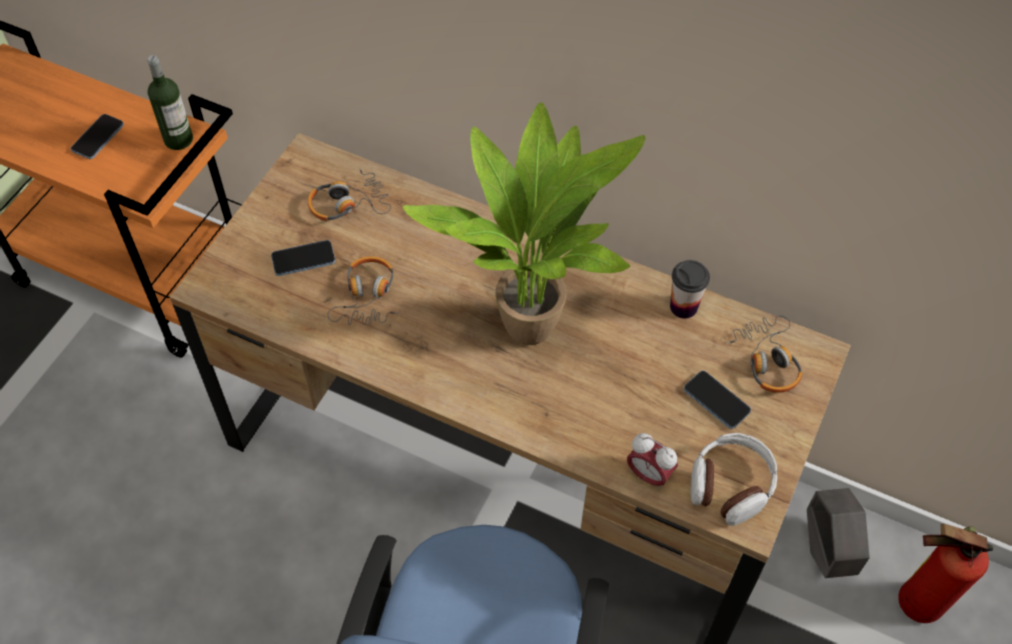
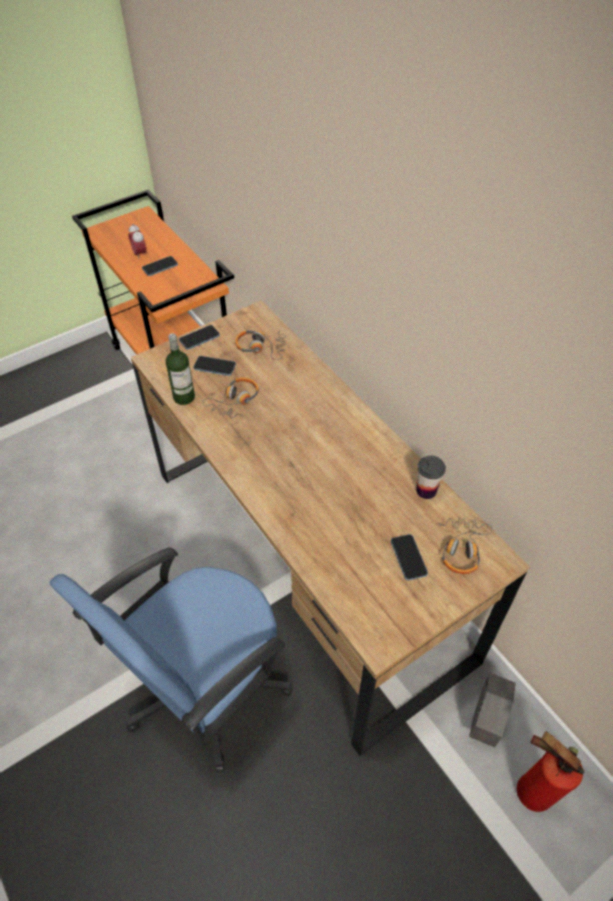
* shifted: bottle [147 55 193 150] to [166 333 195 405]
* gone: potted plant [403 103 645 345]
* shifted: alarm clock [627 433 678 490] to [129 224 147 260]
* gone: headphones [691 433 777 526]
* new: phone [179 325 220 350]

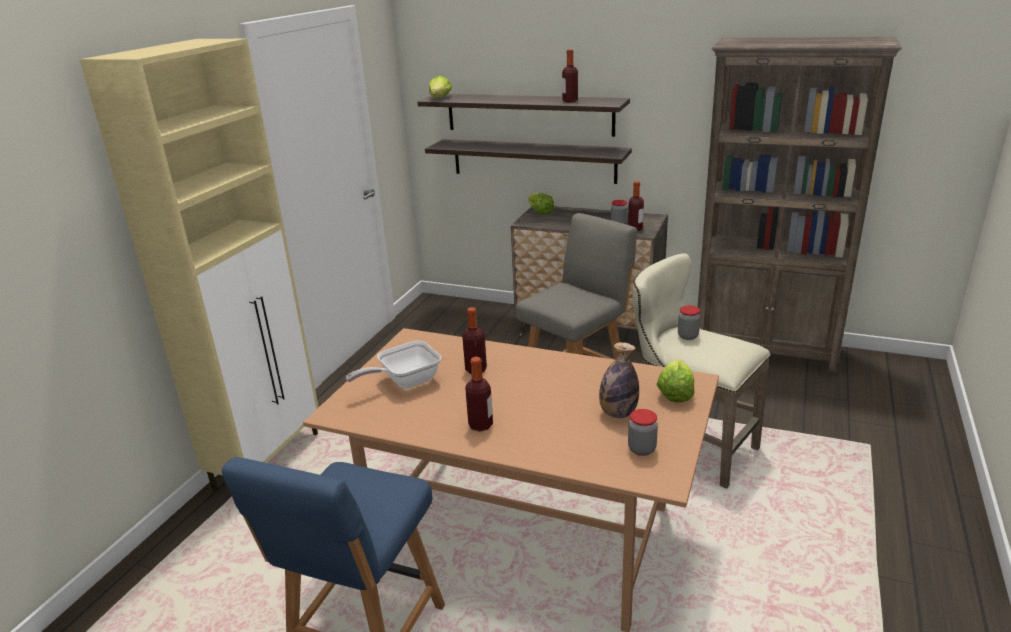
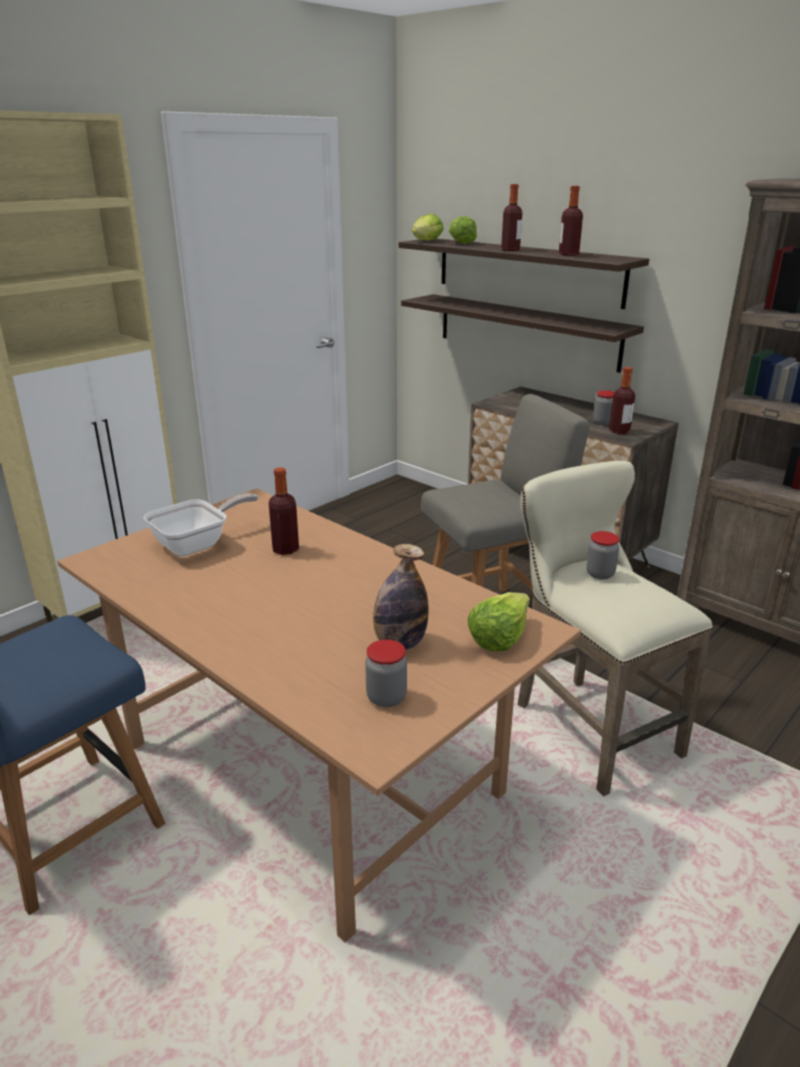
* rotated: frying pan [346 341 441 389] = [144 494 258 556] 150 degrees clockwise
* shifted: bottle [465 357 493 431] to [501 184 522 251]
* shifted: lettuce [528 193 554 214] to [449 216 477 244]

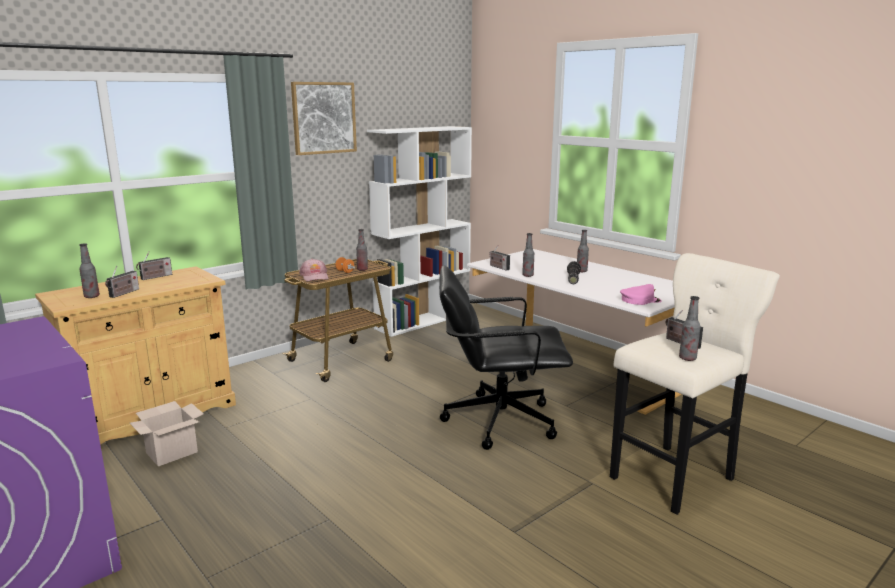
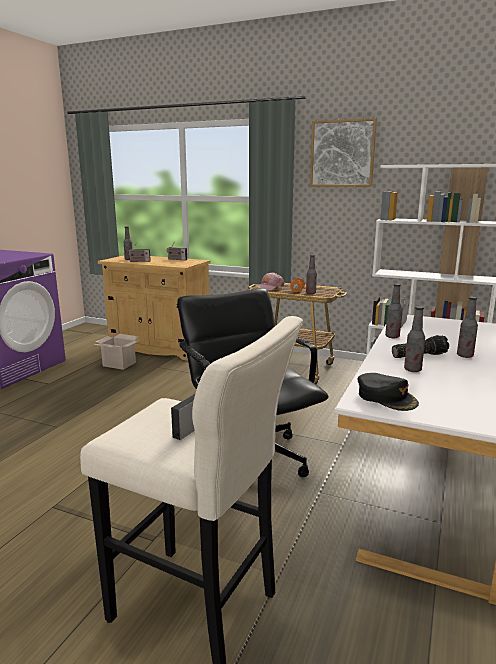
* repainted: pink cap [620 284 662 305] to black cap [358 373 419 411]
* shifted: bottle [679 296 701 361] to [404 306 425 372]

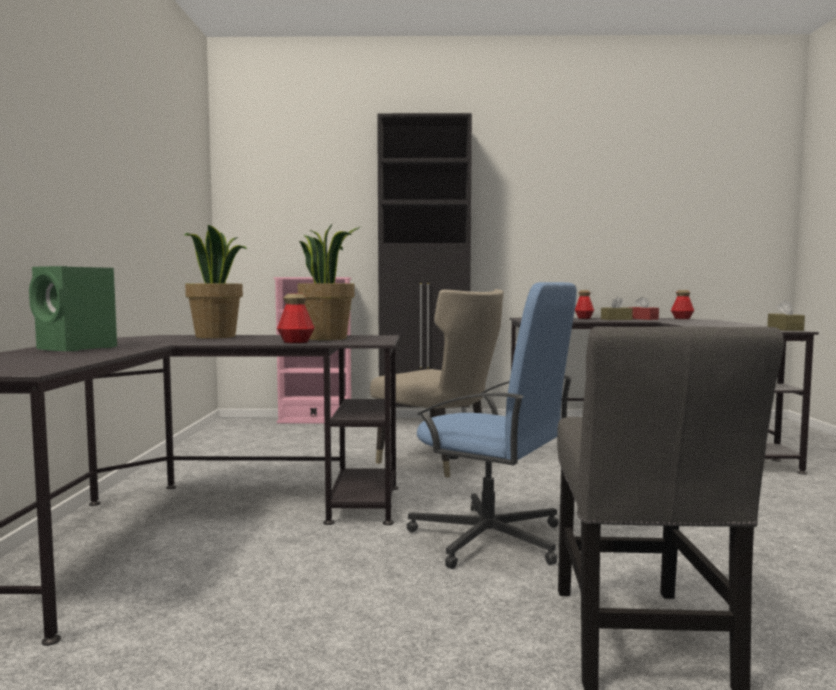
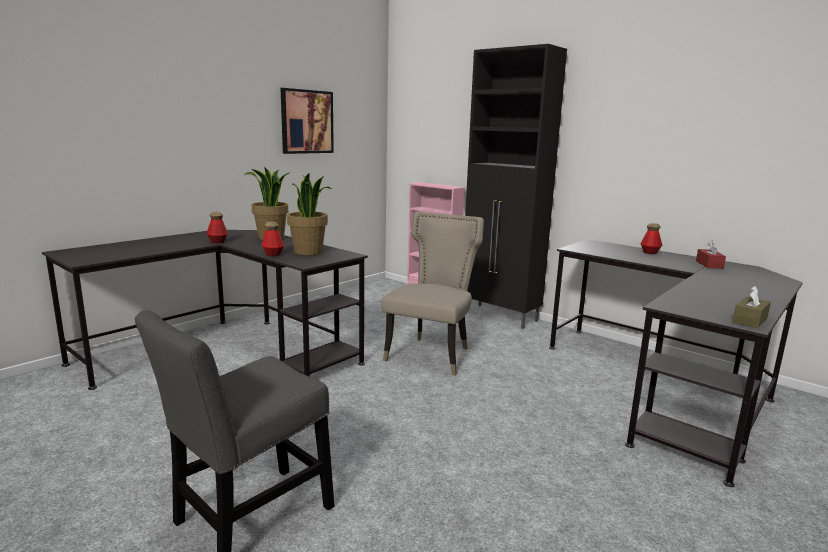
* gone: green speaker [29 266 117 351]
* rotated: beige chair [370 289 504 478] = [381 212 484 376] 150 degrees counterclockwise
* gone: blue office chair [407 282 577 569]
* gone: brown tissue box [601 296 633 320]
* shifted: bottle [671 290 694 319] to [206 212 228 243]
* new: picture [281 88 334 154]

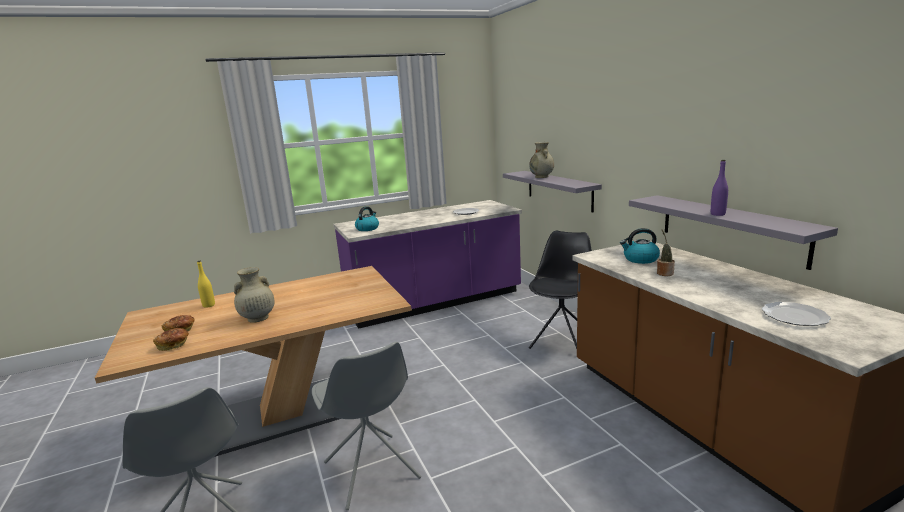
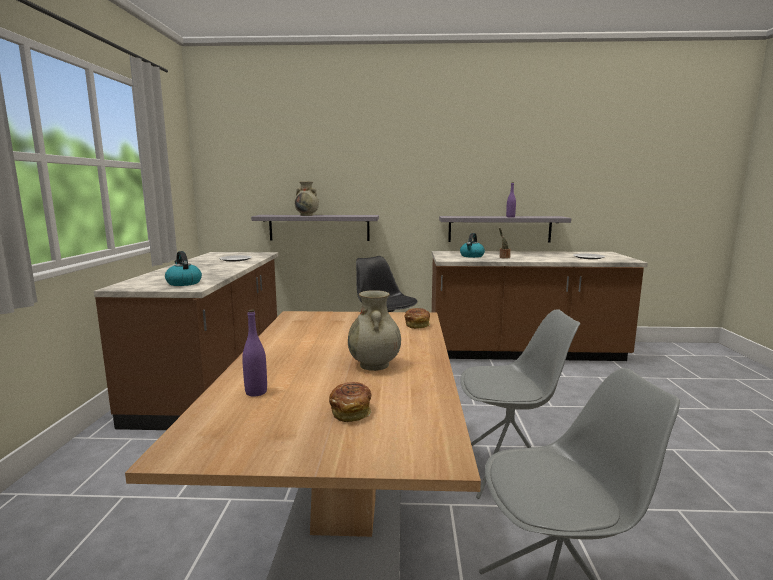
* shifted: bread [153 328 189 351] to [405 308 430 329]
* repainted: yellow bottle [197 261 215 308] to purple bottle [242 310 267 397]
* repainted: purple counter [333 200 522 329] to brown counter [94 252 279 430]

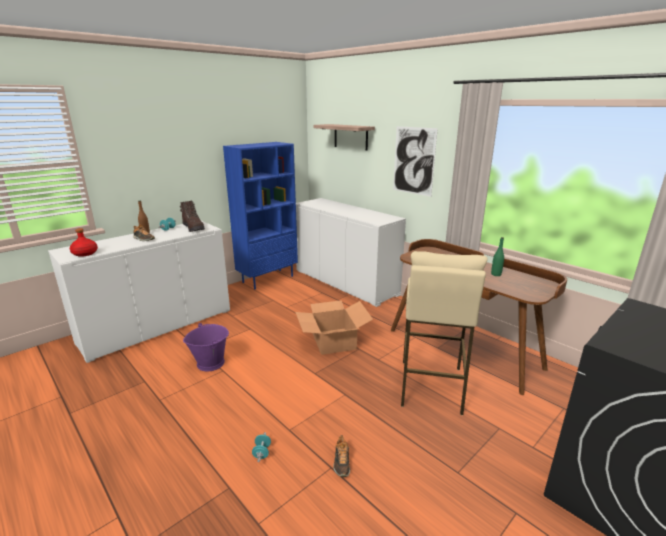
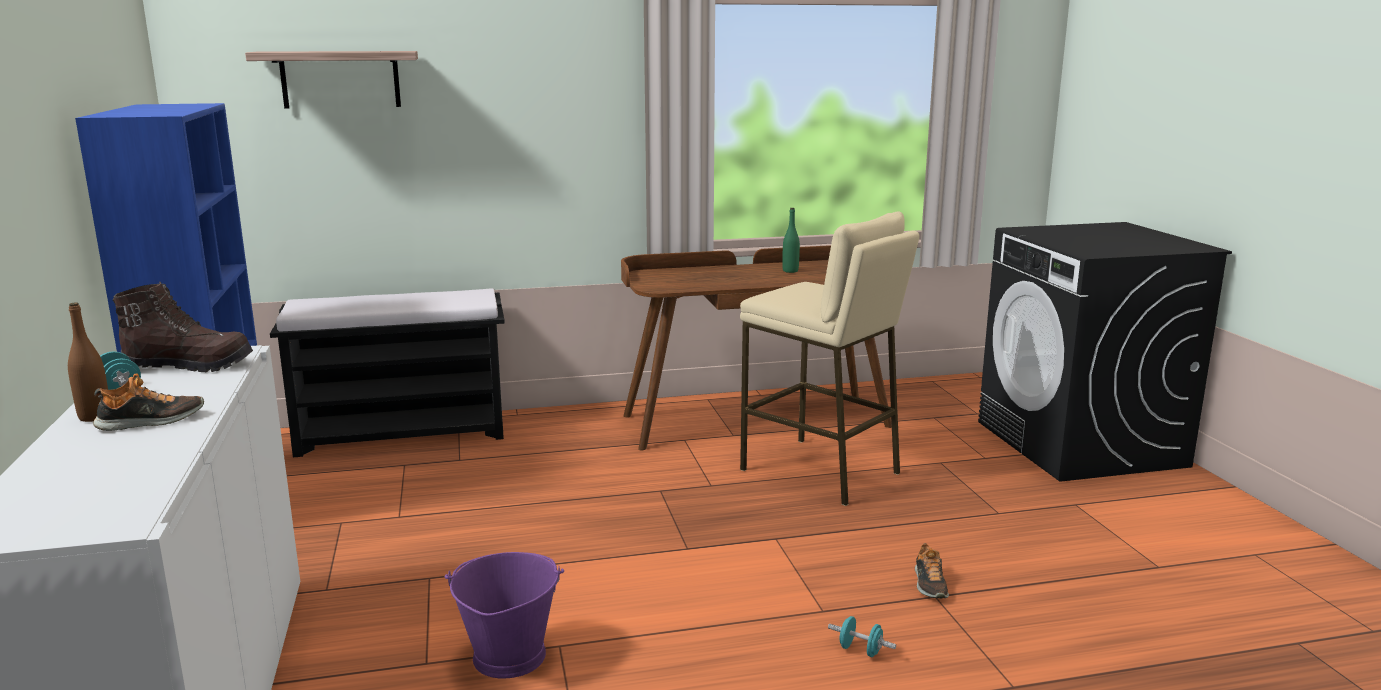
* gone: red bottle [70 228 98 257]
* gone: cardboard box [295 300 373 355]
* swapped: white cabinet [296 198 406 307] to black bench [270 288 505 457]
* rotated: shoe [333 435 350 477] = [915 543 949 599] 60 degrees clockwise
* gone: picture [393 126 438 197]

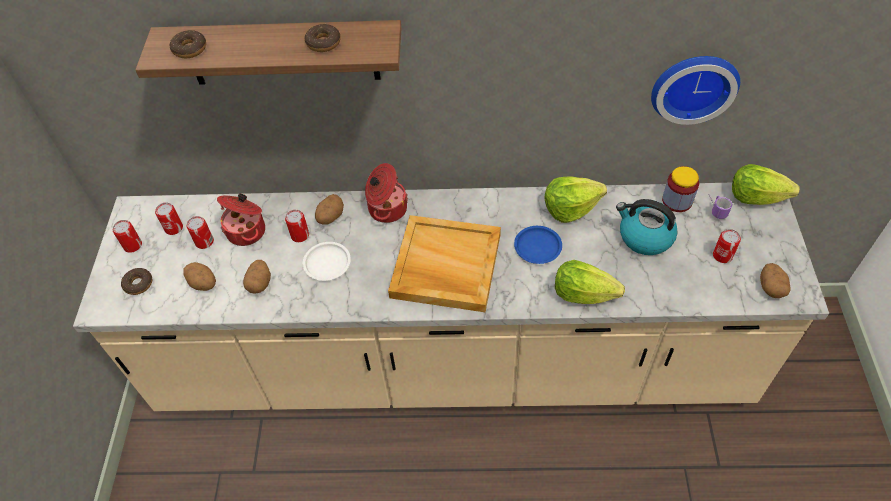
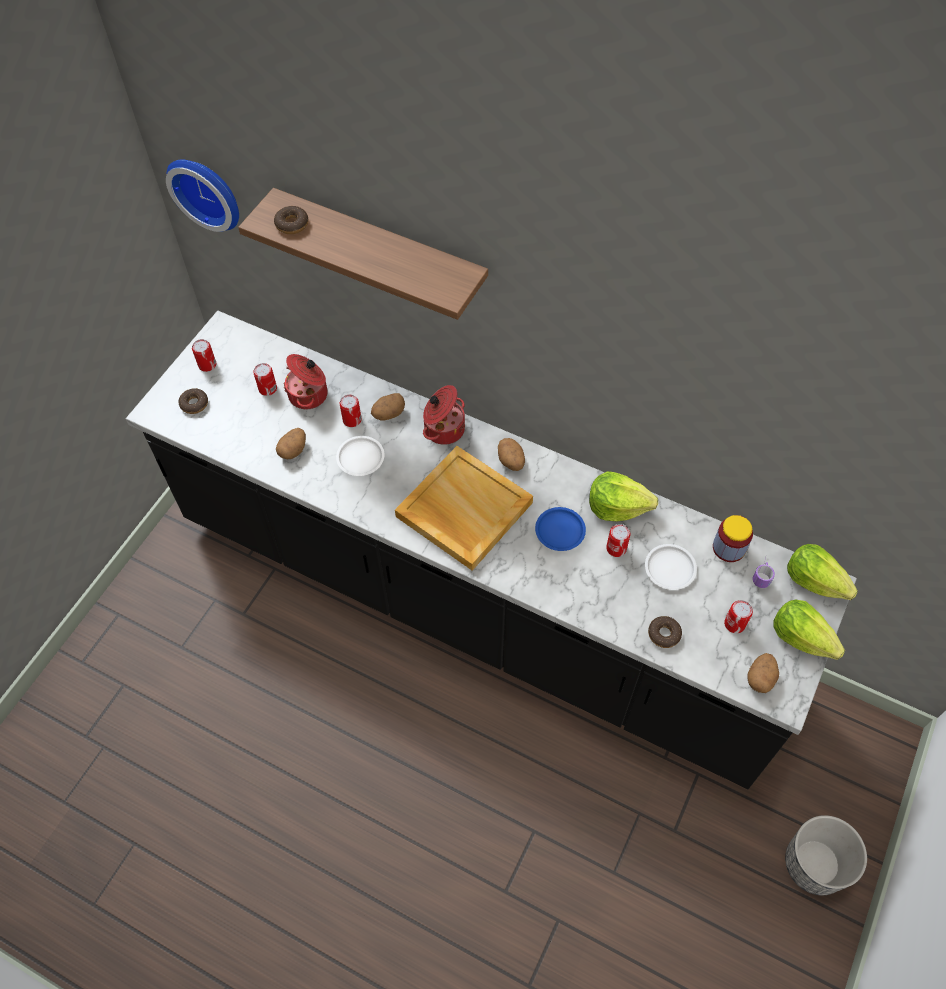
* repainted: beige counter [73 183 829 411] to black counter [126 311 857 789]
* shifted: can [155 203 183 235] to [606 524 630 557]
* shifted: potato [184 262 216 291] to [498 438 525 471]
* shifted: donut [305 24 341 52] to [648 616 682 648]
* shifted: lettuce [555 260 625 304] to [773 599 845 660]
* swapped: kettle [616 199 678 255] to white plate [645 544 697 590]
* shifted: wall clock [651 56 740 125] to [166 160 239 232]
* new: planter [785 815 867 895]

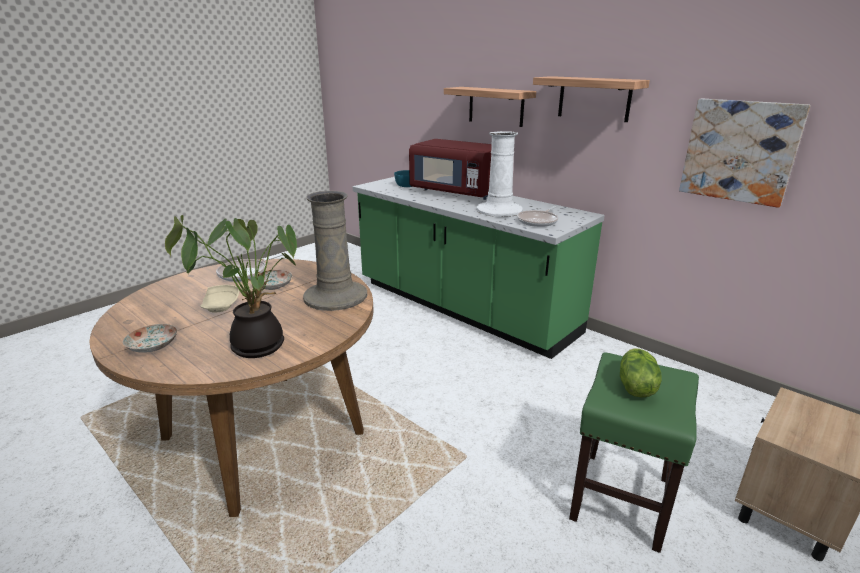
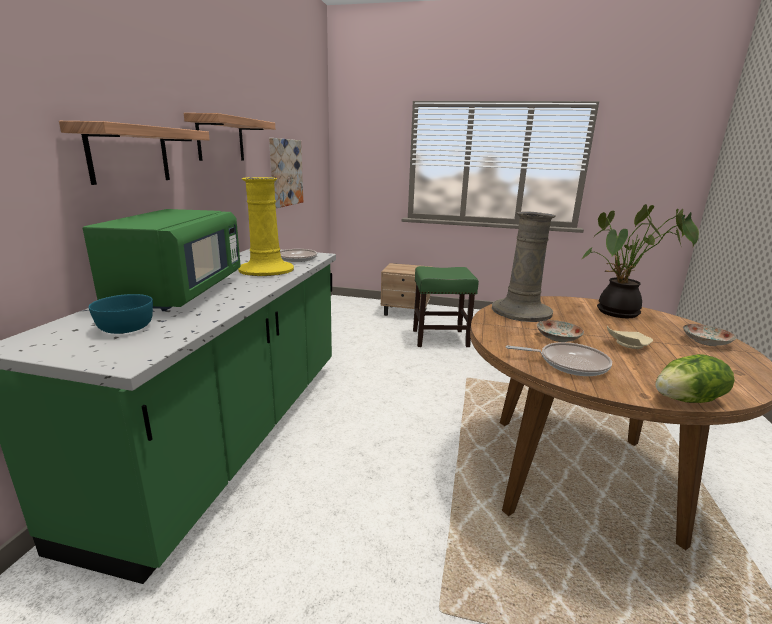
* repainted: red microwave [409 139 492 200] to green microwave [83 209 241 311]
* repainted: white vase [477 131 523 217] to yellow vase [238 177 294 276]
* shifted: lettuce [620 348 662 398] to [656 354 735 403]

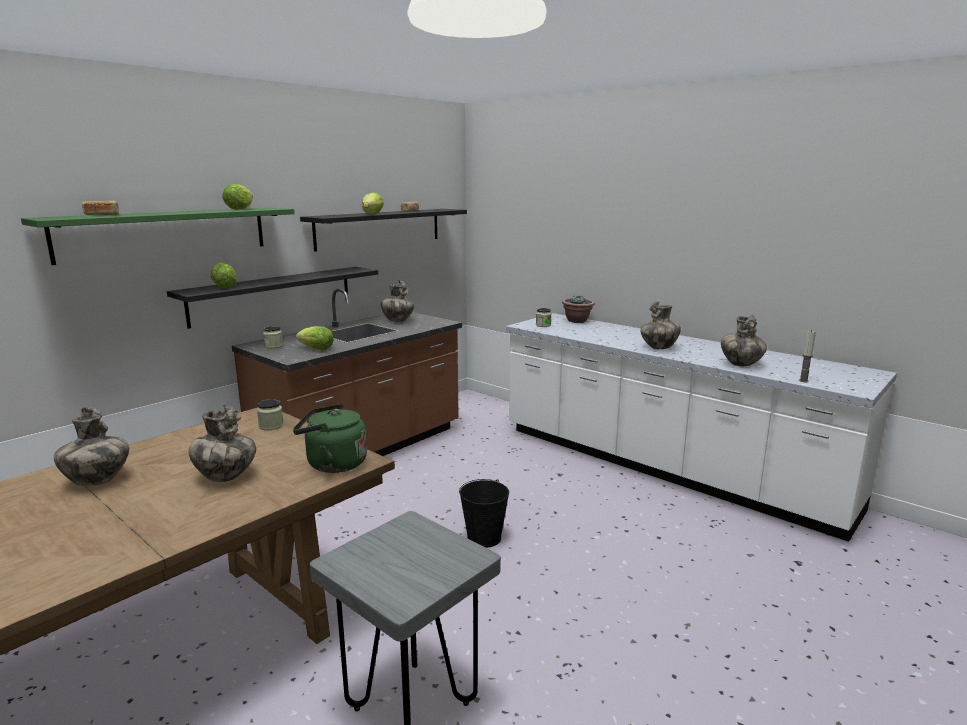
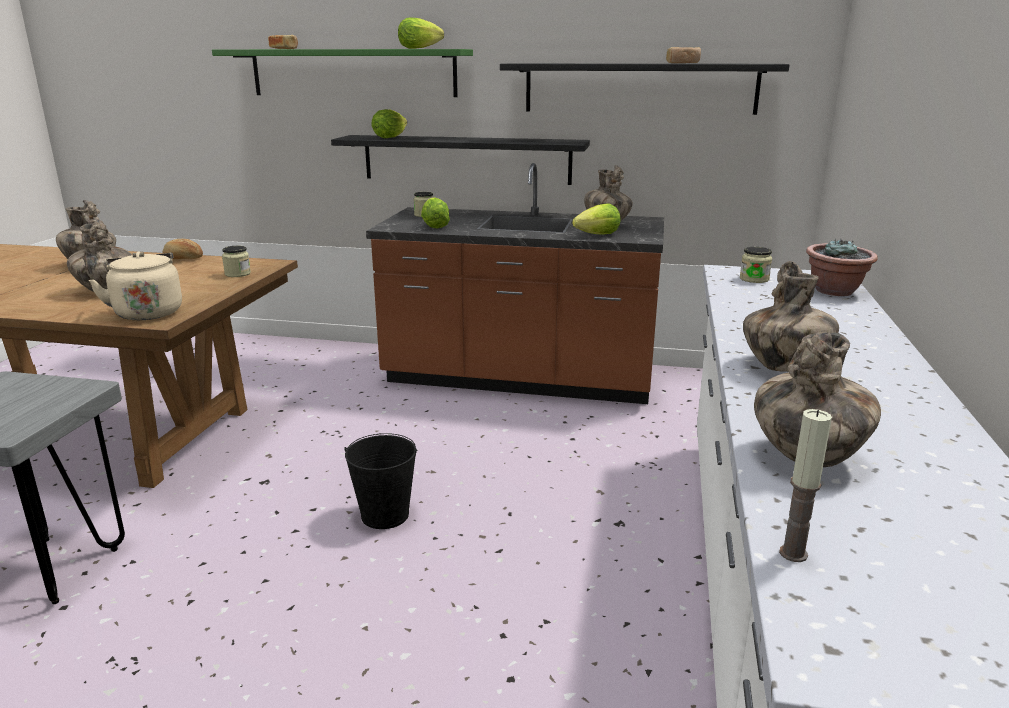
* repainted: green kettle [293 404 367 473] to beige kettle [89 251 182 320]
* shifted: lettuce [362 192 384 214] to [572 204 621 235]
* new: bread [163 239 203 259]

